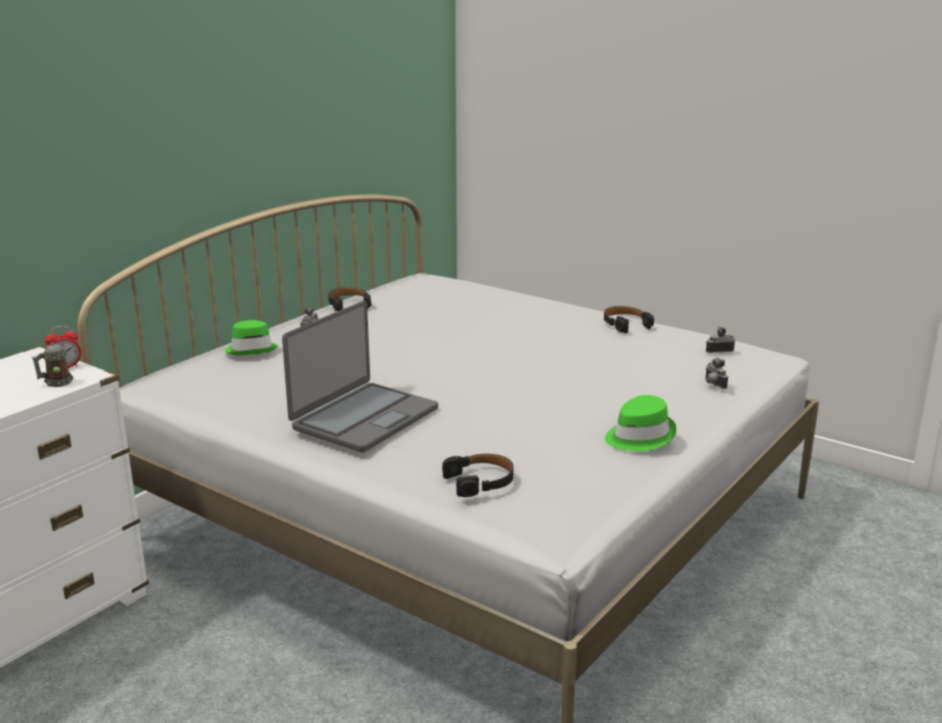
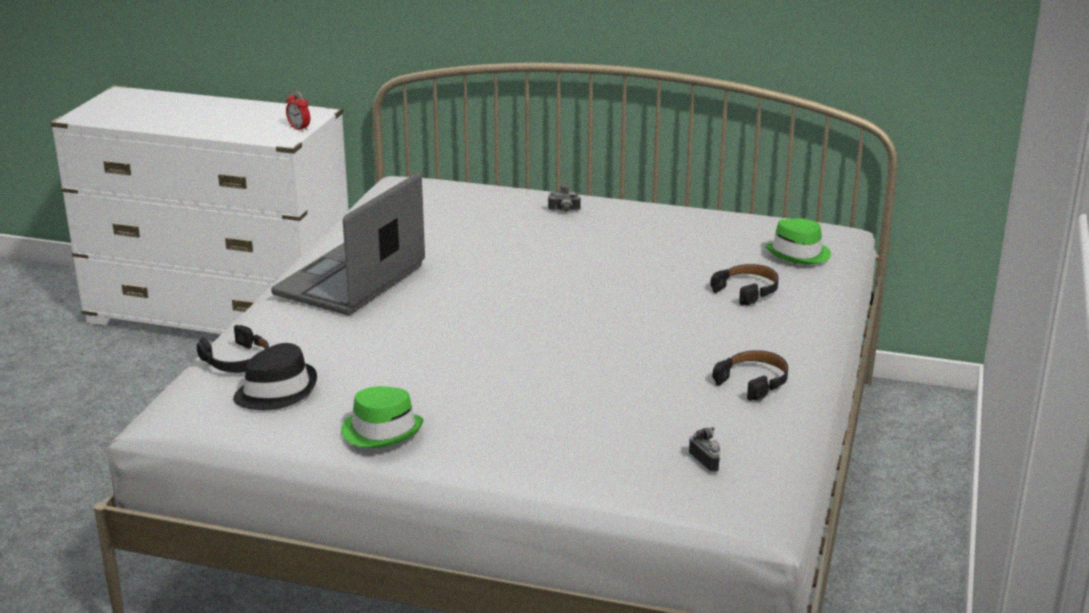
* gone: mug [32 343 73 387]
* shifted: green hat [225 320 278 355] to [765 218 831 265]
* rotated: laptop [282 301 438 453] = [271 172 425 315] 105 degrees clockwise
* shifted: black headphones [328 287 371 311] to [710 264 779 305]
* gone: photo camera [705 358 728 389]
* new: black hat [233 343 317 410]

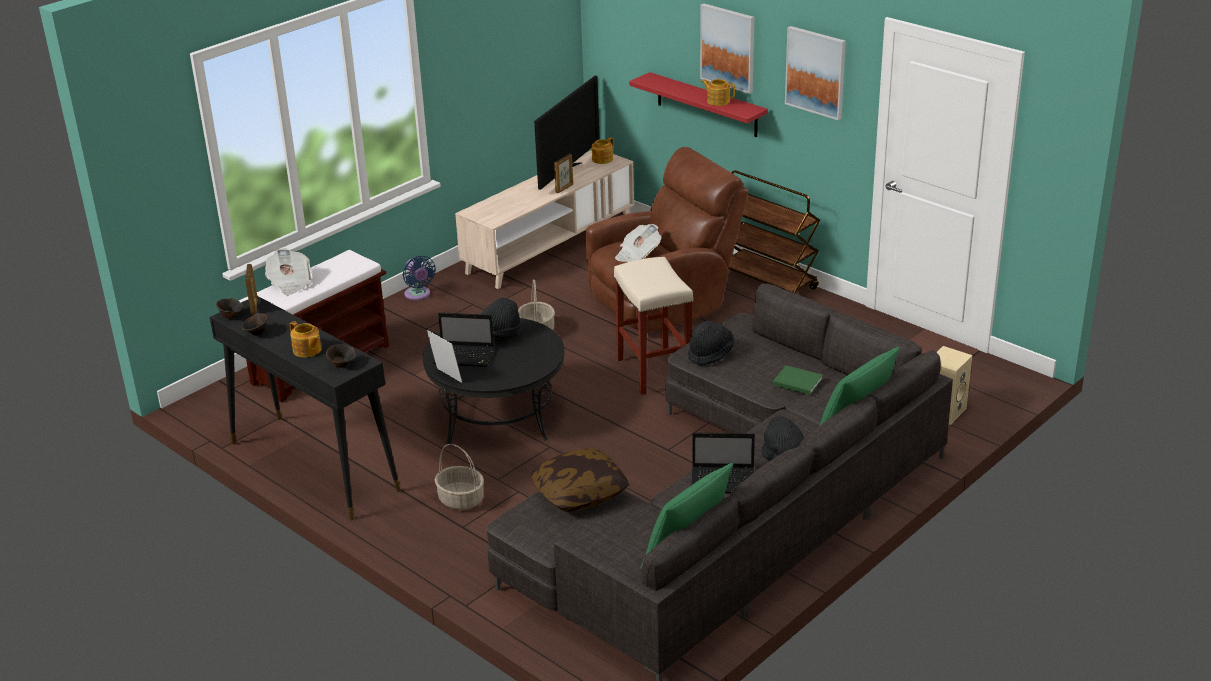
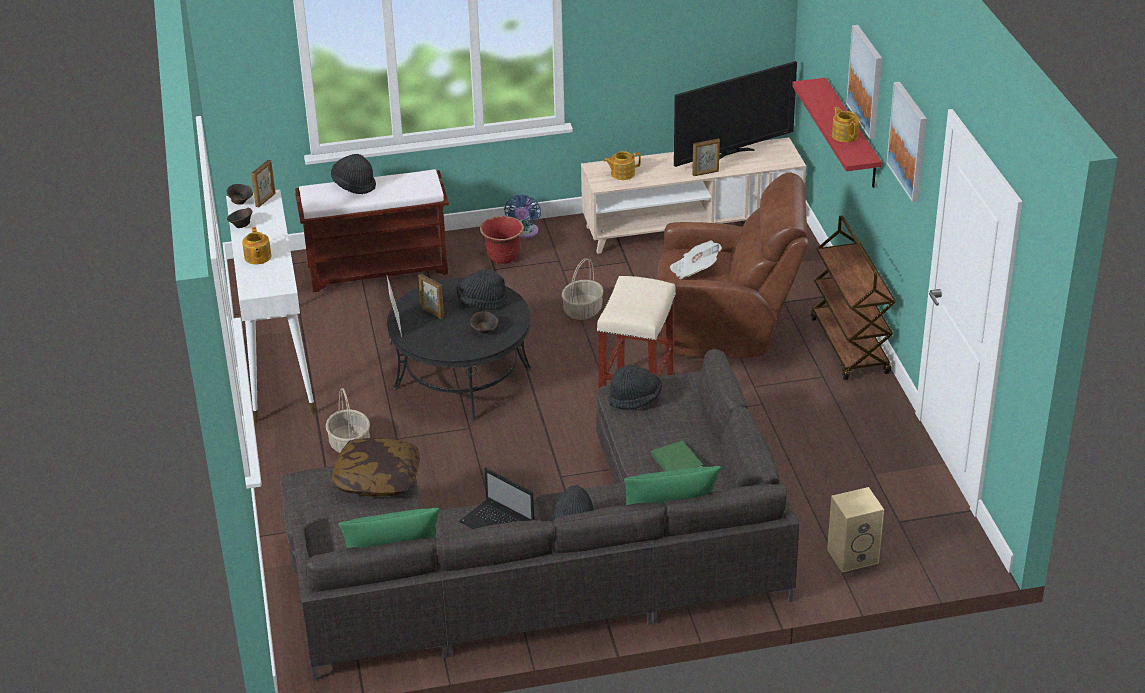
* repainted: black console table [210 296 401 520] to white console table [226 189 316 423]
* swapped: newspaper [265 248 311 296] to black hat [331 154 376 194]
* shifted: brown bowl [326 344 356 368] to [470 311 499 334]
* swapped: laptop [433 313 494 367] to picture frame [419 274 444 319]
* shifted: teapot [591 137 614 164] to [604 151 641 180]
* new: red planter [480 216 524 264]

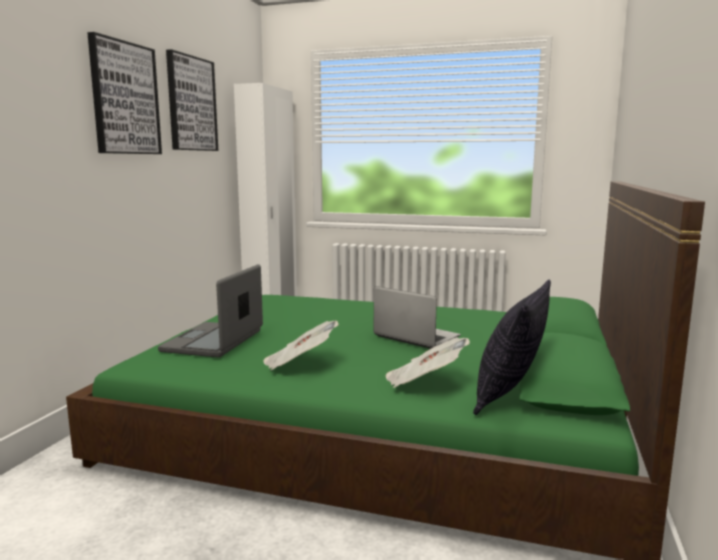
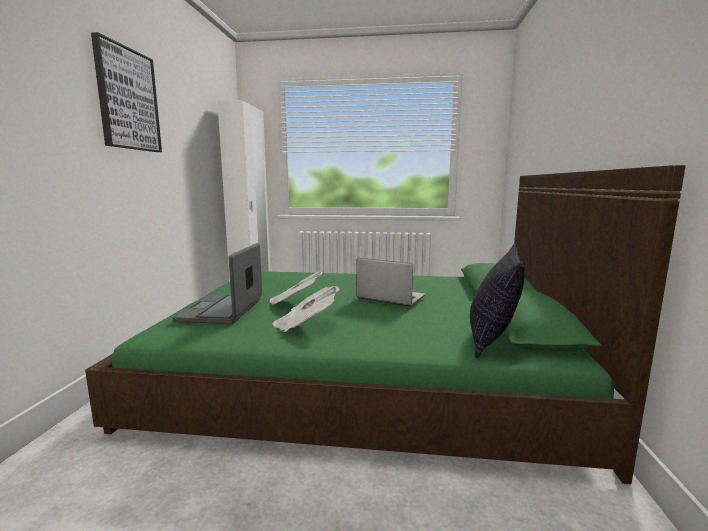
* gone: picture [166 49 218 151]
* shifted: newspaper [385 337 470 388] to [270 271 323 305]

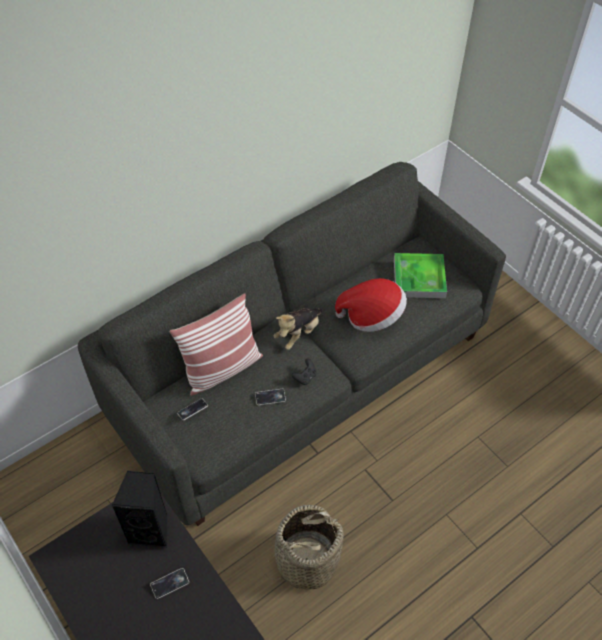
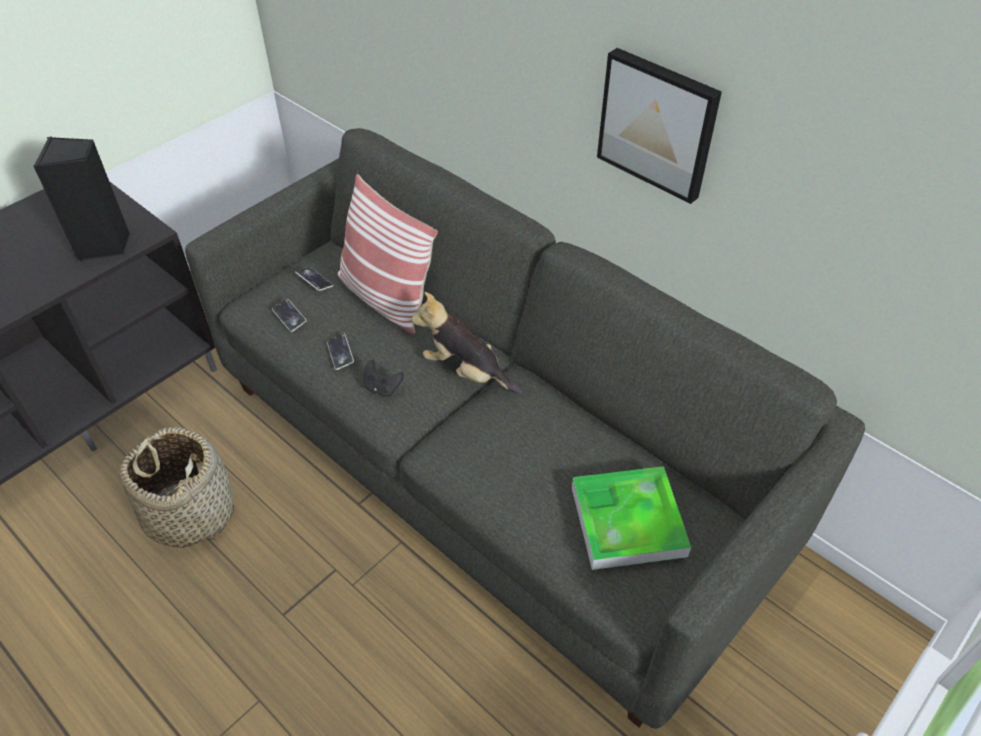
* shifted: phone [150 568 189 599] to [272 298 307 332]
* gone: hat [335 278 407 332]
* new: picture [597 48 722 204]

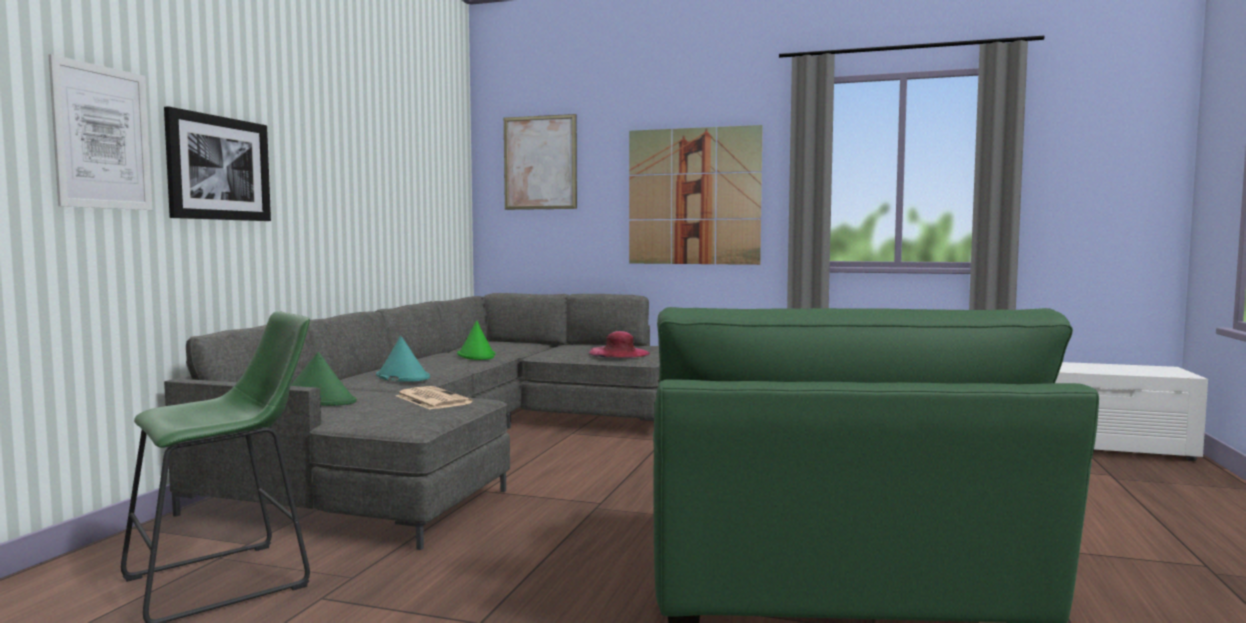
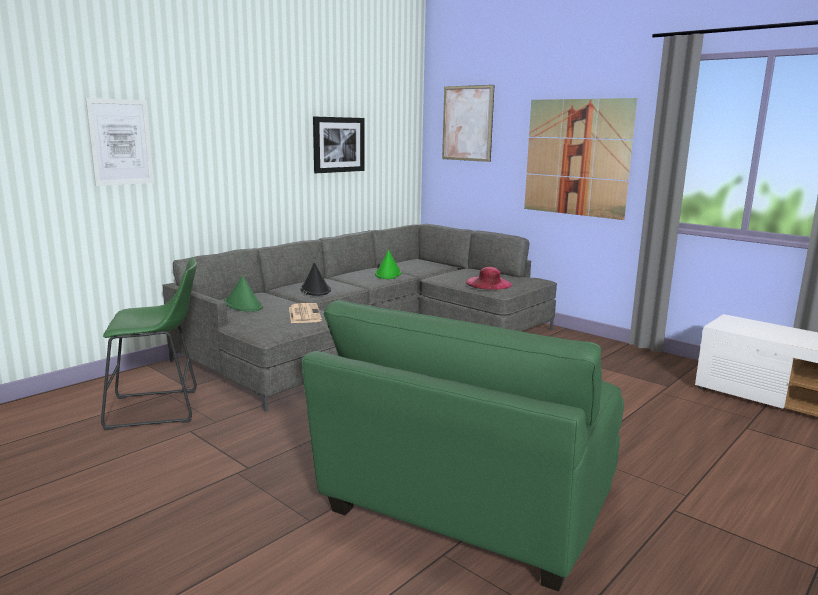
* shifted: picture [164 106 271 221] to [313 116 365 173]
* repainted: turquoise hat [376 336 430 382] to black hat [301 263 331 296]

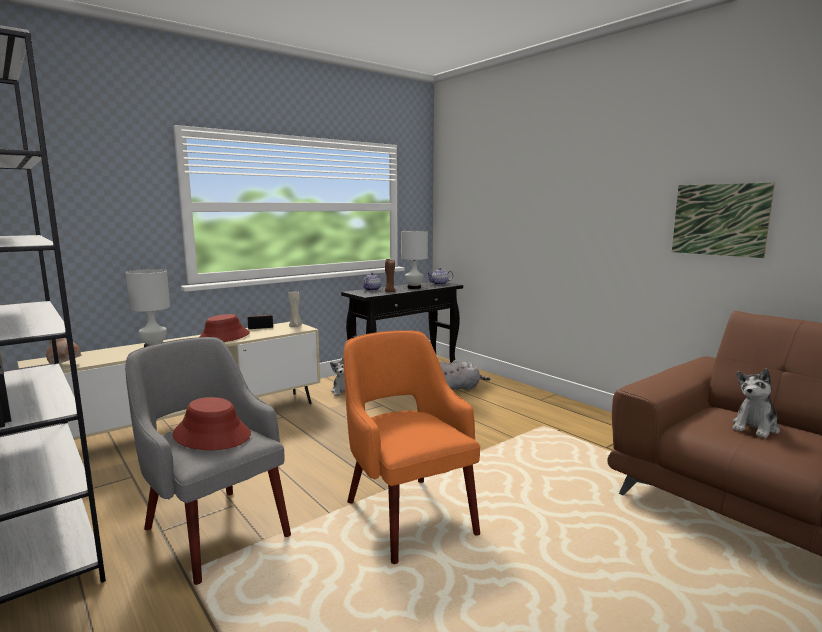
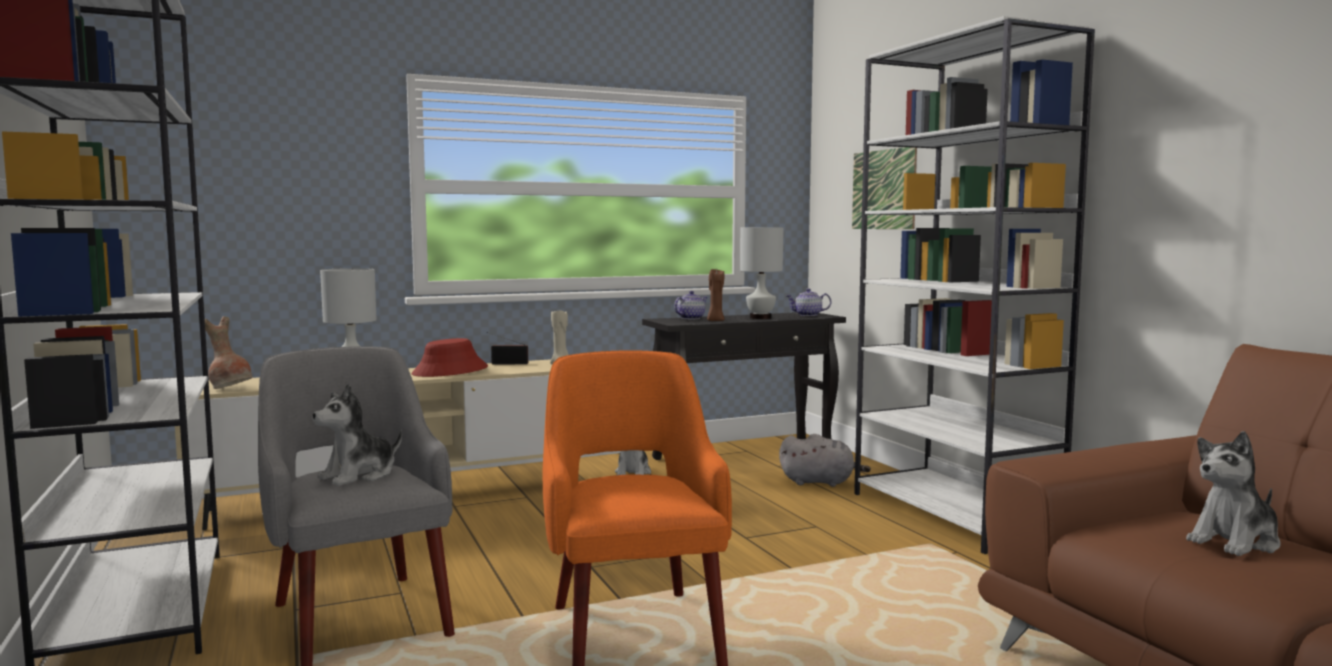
* swapped: red hat [172 397 251 450] to plush toy [313 384 402 486]
* shifted: picture [672 182 775 258] to [852 147 917 229]
* new: white bookcase [854 16 1095 554]

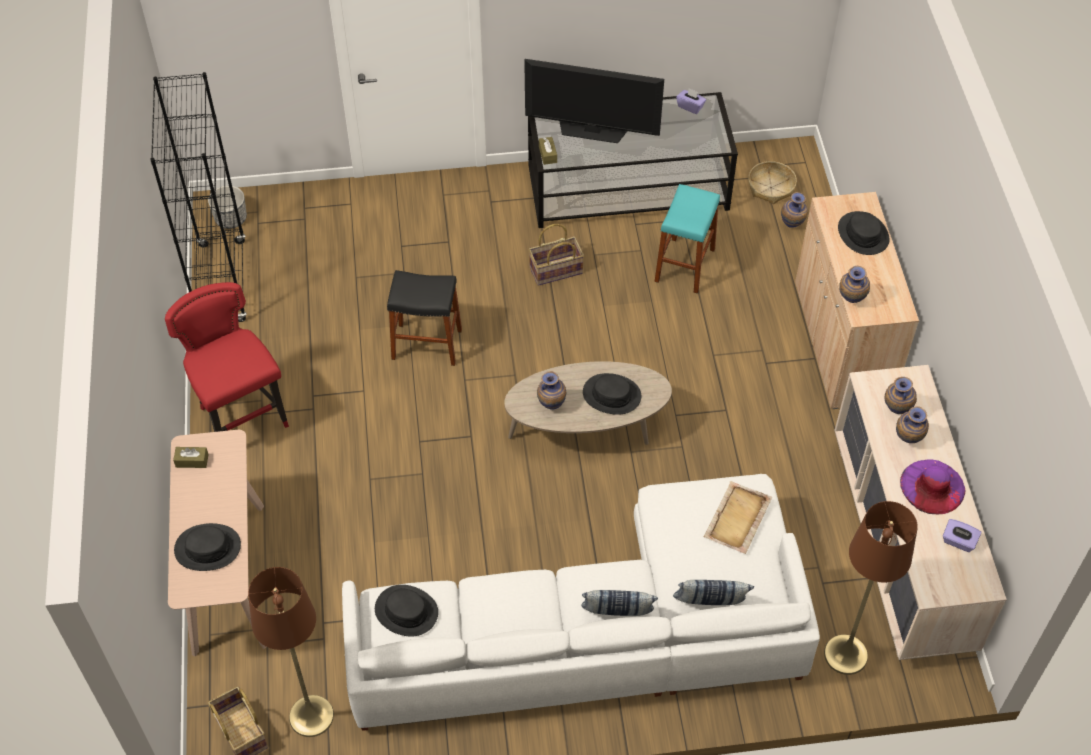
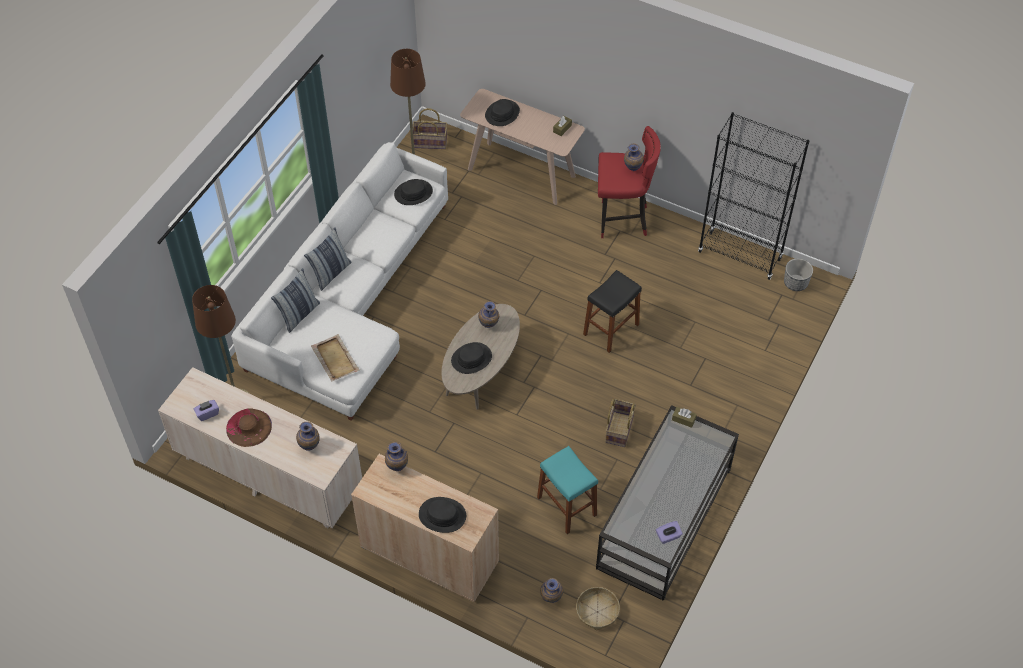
* gone: television [524 59 664 143]
* shifted: vase [896 406 929 443] to [624 143 644 171]
* repainted: purple hat [900 460 965 514] to brown hat [226 408 272 447]

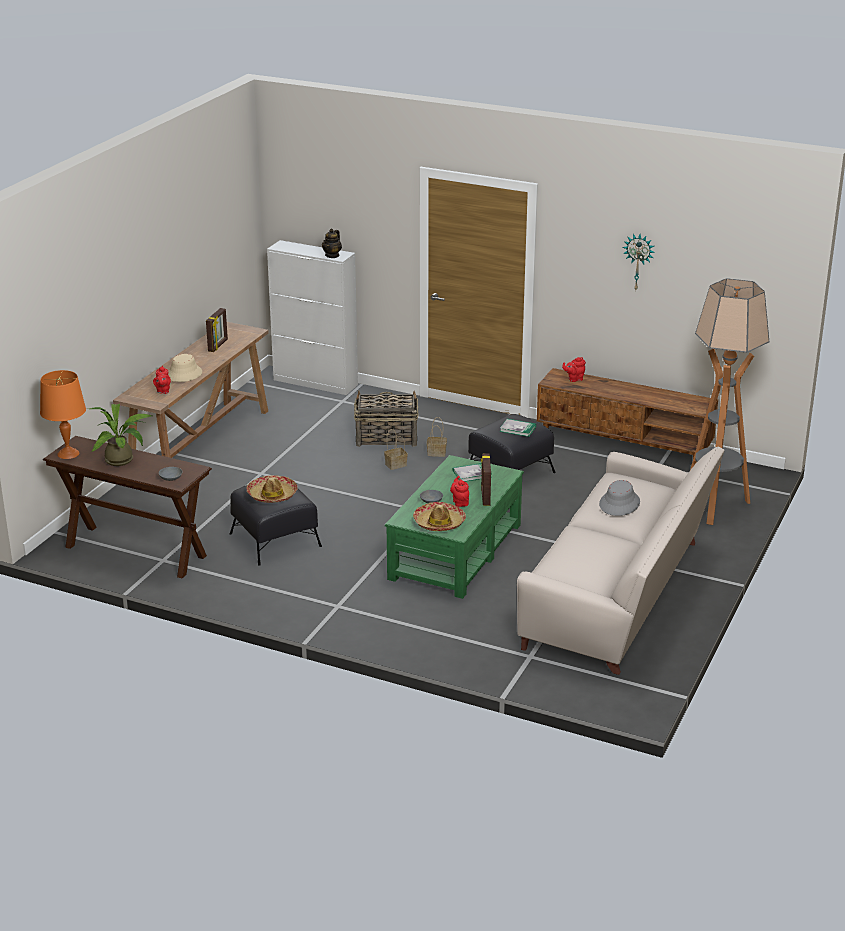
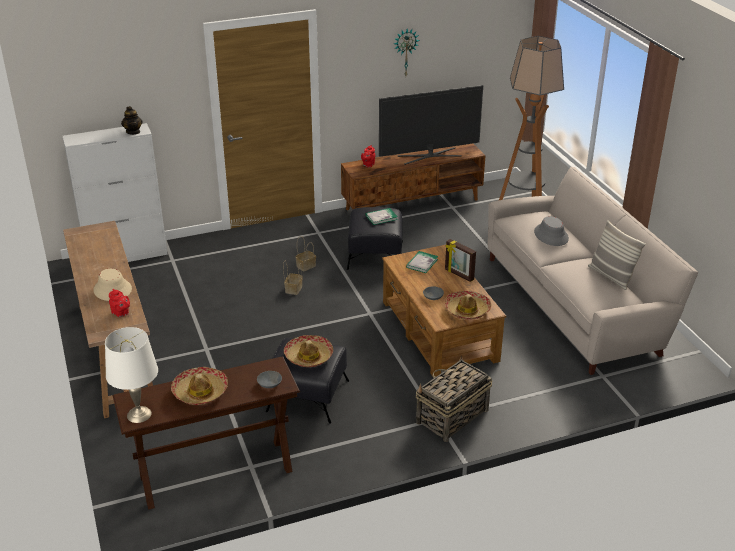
* repainted: orange table lamp [40 370 86 459] to white table lamp [105 327 158 423]
* swapped: potted plant [90 404 152 466] to hat [171 367 228 405]
* gone: picture frame [206 308 228 352]
* shifted: basket [354 390 418 447] to [416 356 492 442]
* repainted: green coffee table [385 455 524 599] to brown coffee table [382 245 506 377]
* gone: red teapot [450 476 469 507]
* new: television [379 85 483 165]
* new: pillow [588 220 646 290]

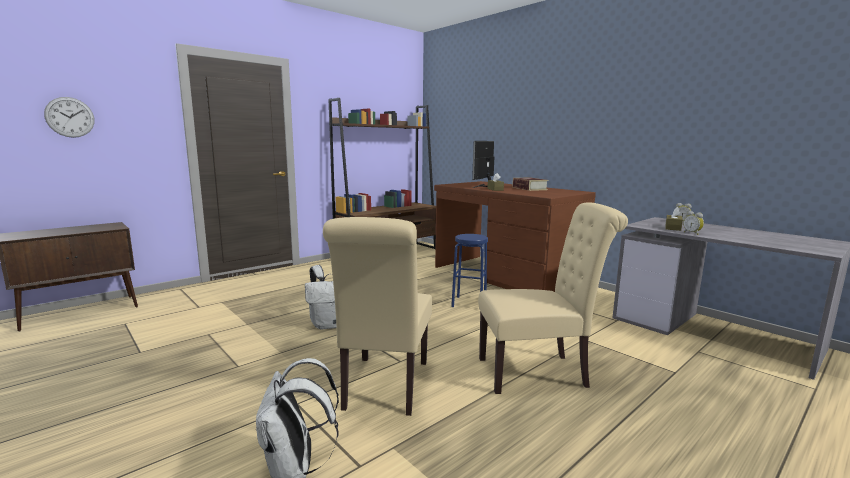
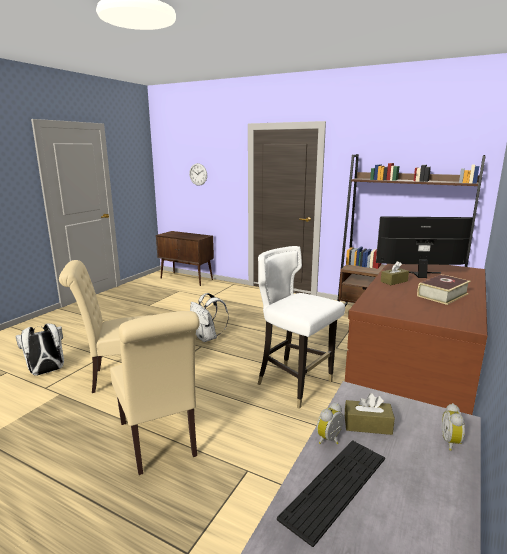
* swapped: blue stool [451 234 488 307] to white chair [258 246 345 409]
* new: keyboard [277 440 385 547]

